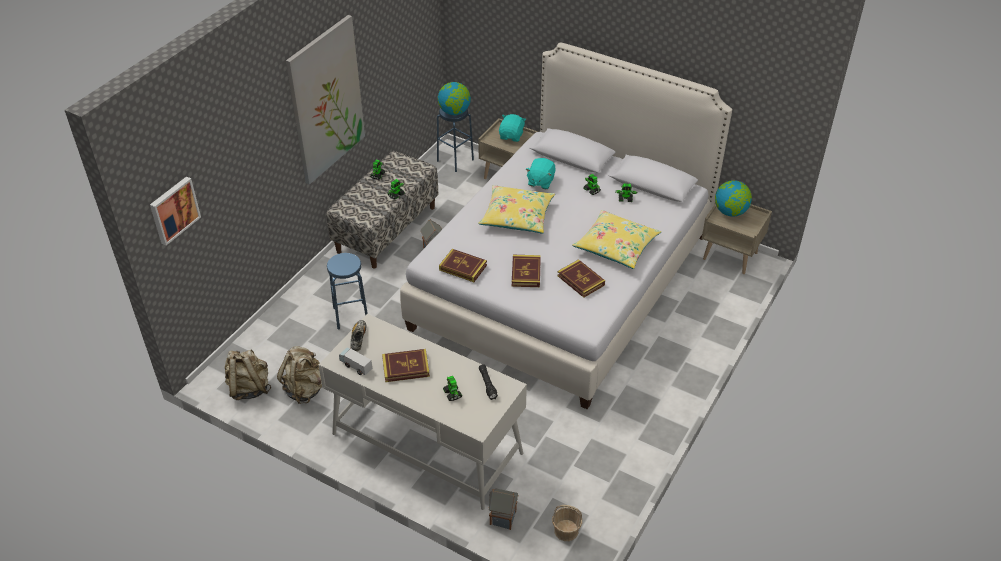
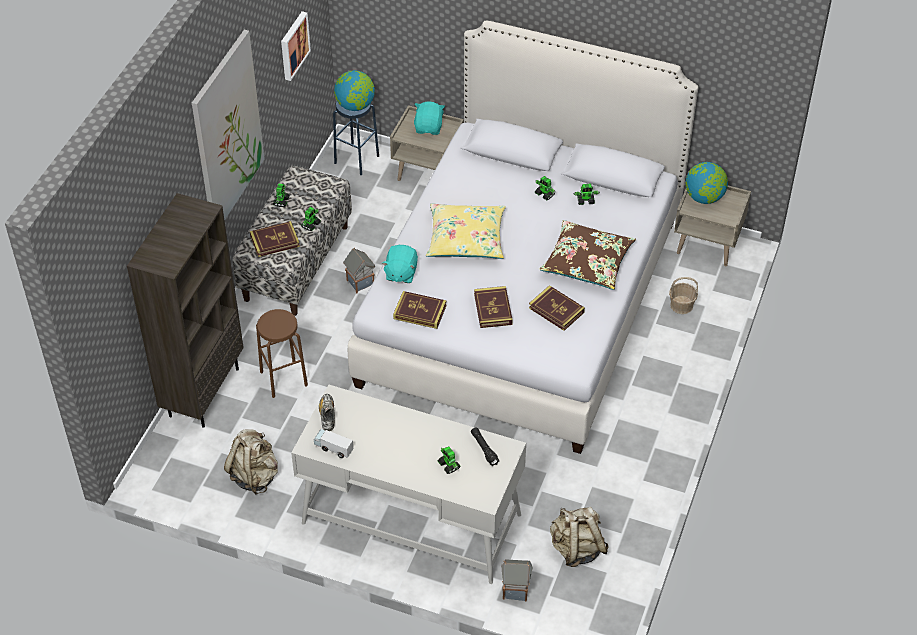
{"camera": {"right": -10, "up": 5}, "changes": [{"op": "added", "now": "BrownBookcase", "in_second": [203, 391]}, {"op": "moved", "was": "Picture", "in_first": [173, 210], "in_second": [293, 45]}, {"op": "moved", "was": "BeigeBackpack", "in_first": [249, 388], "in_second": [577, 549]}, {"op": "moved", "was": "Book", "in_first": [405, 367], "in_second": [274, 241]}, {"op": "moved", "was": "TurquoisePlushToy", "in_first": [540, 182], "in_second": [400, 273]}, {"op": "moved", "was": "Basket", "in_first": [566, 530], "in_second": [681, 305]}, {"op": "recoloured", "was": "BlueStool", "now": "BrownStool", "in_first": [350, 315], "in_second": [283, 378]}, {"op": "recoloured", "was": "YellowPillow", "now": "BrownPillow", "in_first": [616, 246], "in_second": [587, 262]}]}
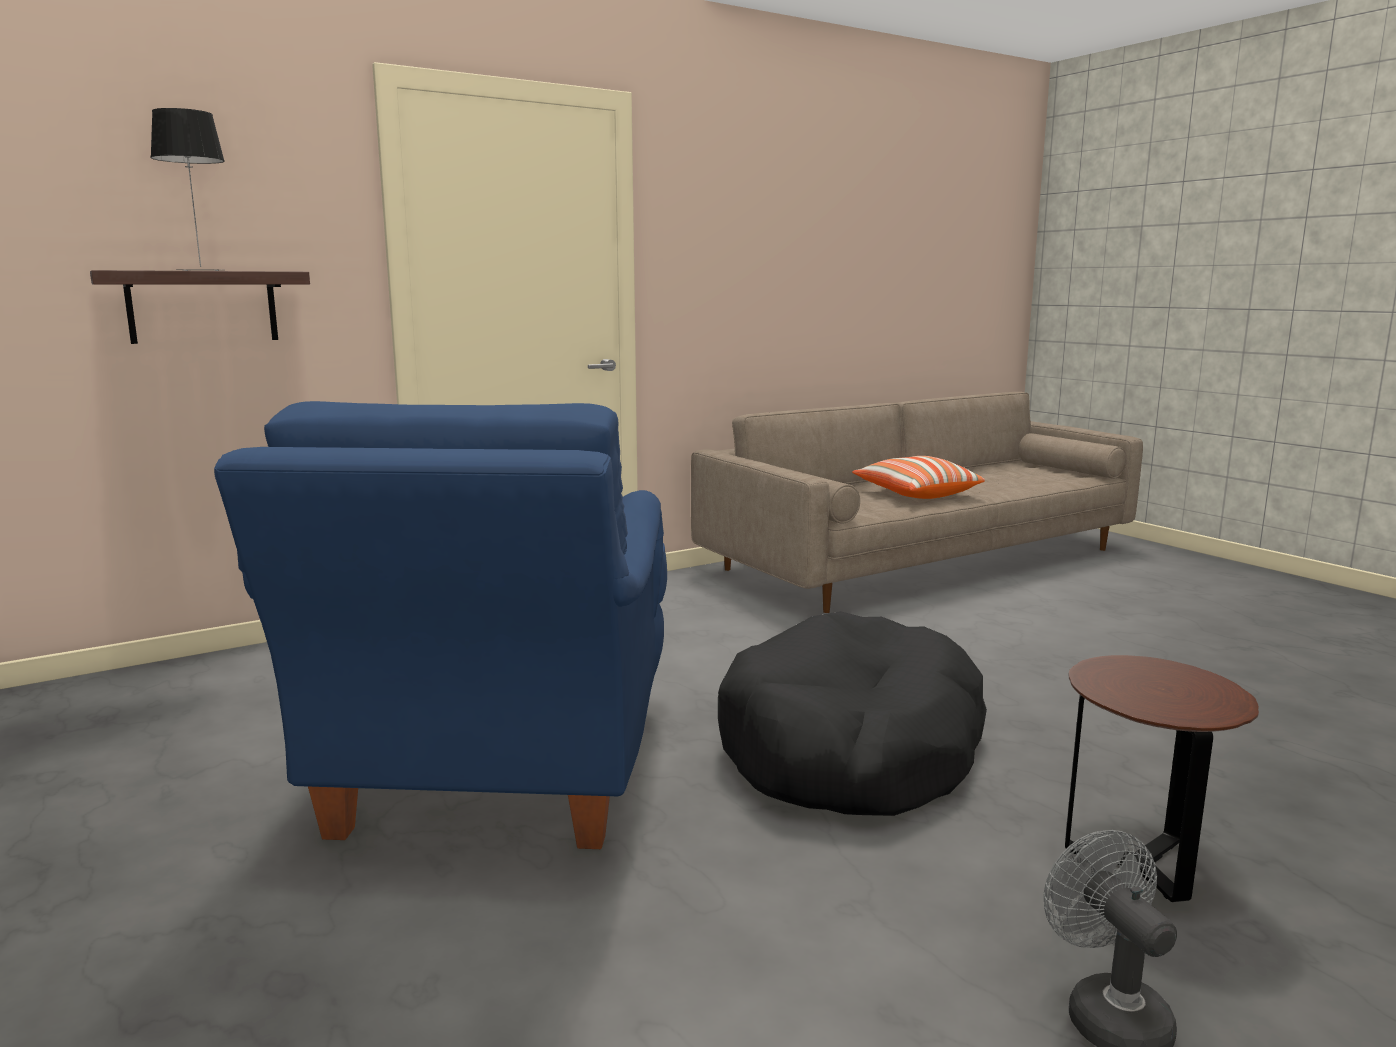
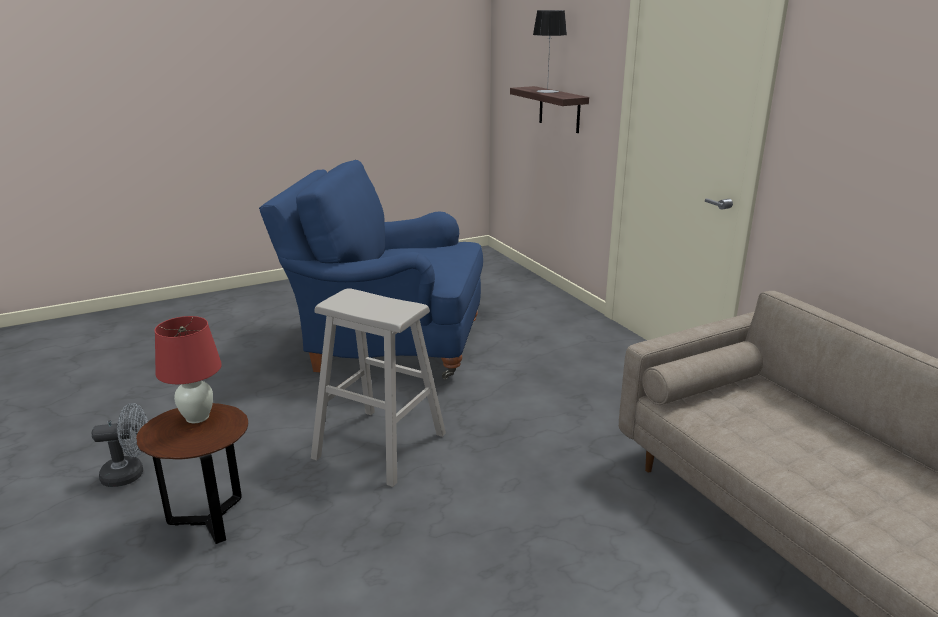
{"camera": {"right": 95, "up": 10}, "changes": [{"op": "removed", "was": "Pillow", "in_first": [916, 494]}, {"op": "added", "now": "RedTableLamp", "in_second": [197, 417]}, {"op": "replaced", "was": "BlackDogBed", "now": "BeigeStool", "in_first": [851, 749], "in_second": [380, 446]}]}
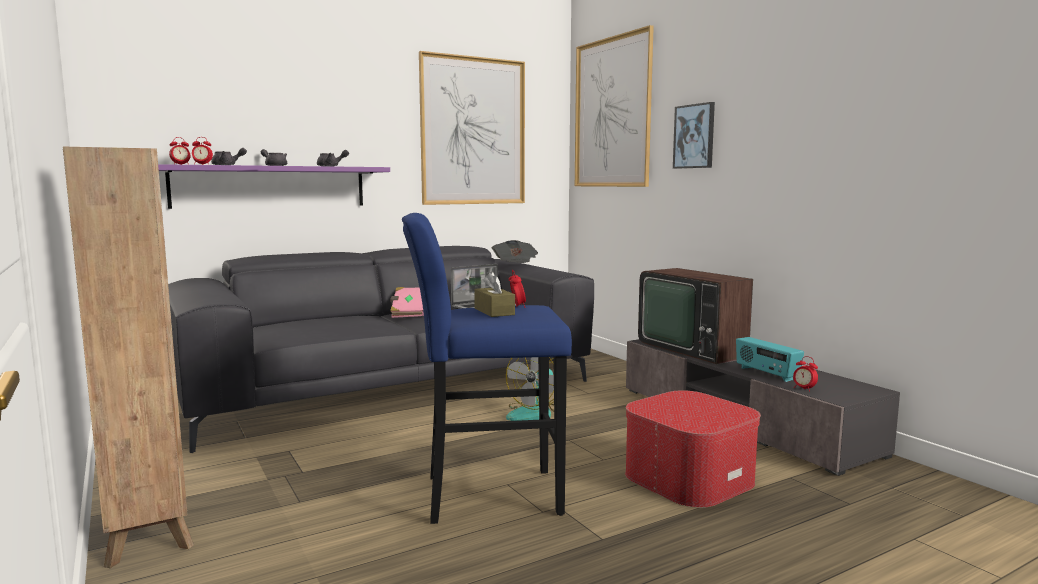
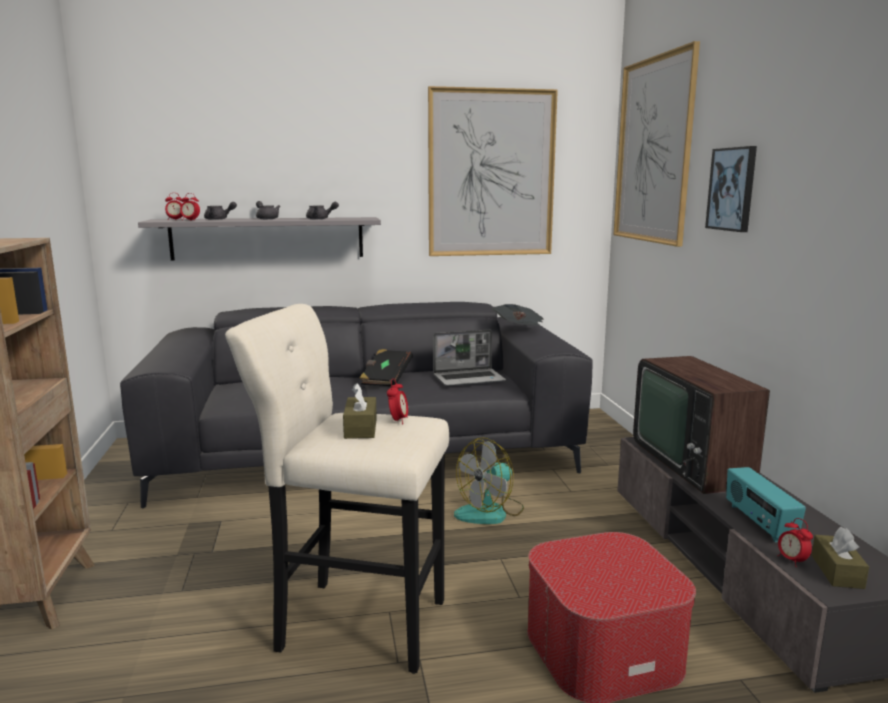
{"camera": {"right": 20, "up": 5}, "changes": [{"op": "added", "now": "BrownTissueBox", "in_second": [837, 571]}, {"op": "recoloured", "was": "PurpleShelf", "now": "GreyShelf", "in_first": [270, 186], "in_second": [268, 238]}, {"op": "recoloured", "was": "PinkBook", "now": "BlackBook", "in_first": [409, 313], "in_second": [386, 379]}, {"op": "recoloured", "was": "BlueStool", "now": "BeigeStool", "in_first": [484, 495], "in_second": [354, 623]}]}
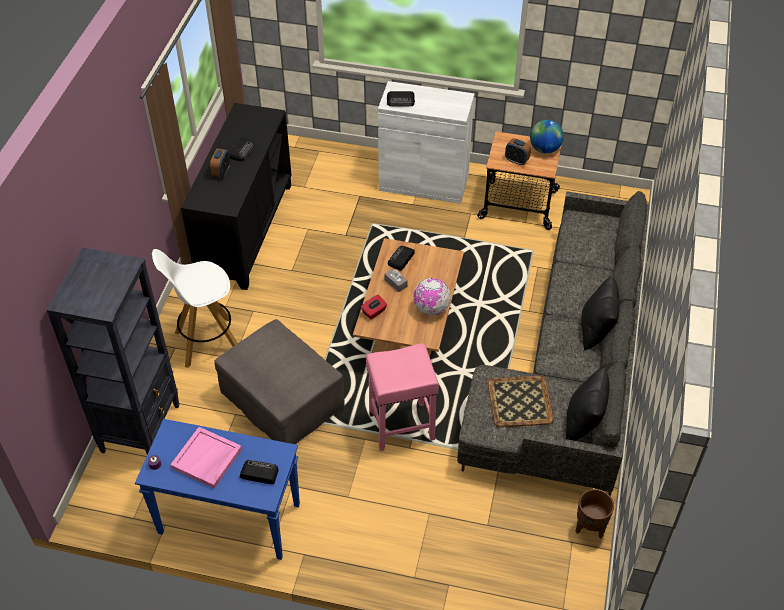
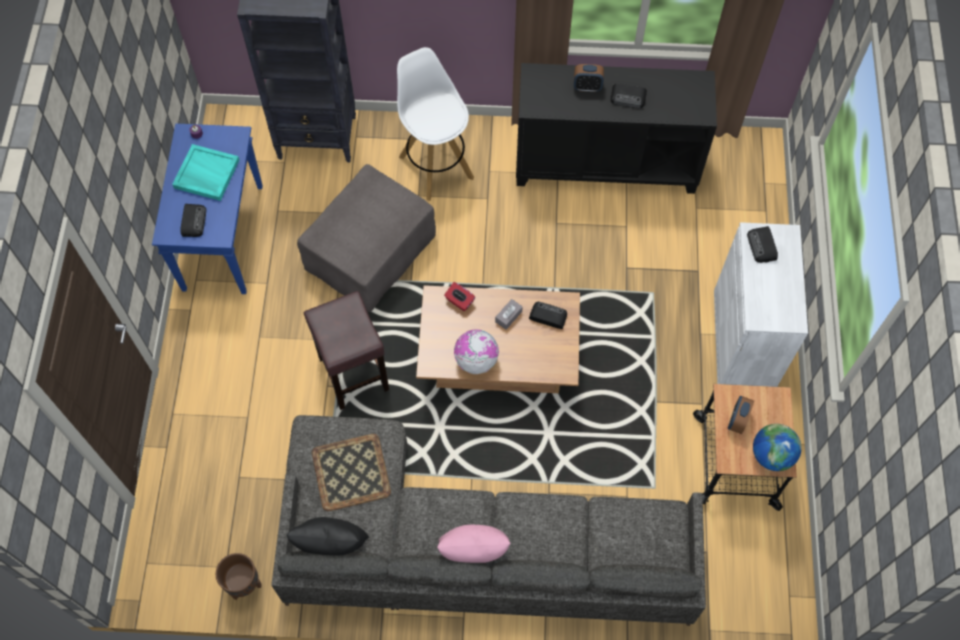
{"camera": {"right": 80, "up": 15}, "changes": [{"op": "recoloured", "was": "PinkTray", "now": "TurquoiseTray", "in_first": [207, 459], "in_second": [206, 174]}, {"op": "recoloured", "was": "PinkStool", "now": "BrownStool", "in_first": [400, 427], "in_second": [353, 372]}, {"op": "recoloured", "was": "BlackPillow", "now": "PinkPillow", "in_first": [596, 330], "in_second": [474, 552]}]}
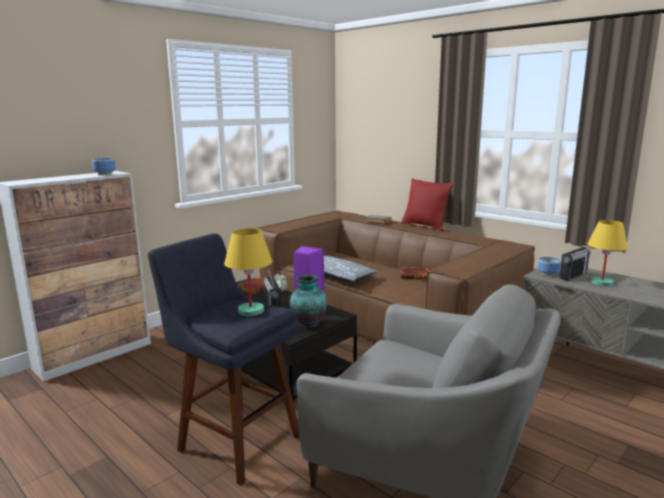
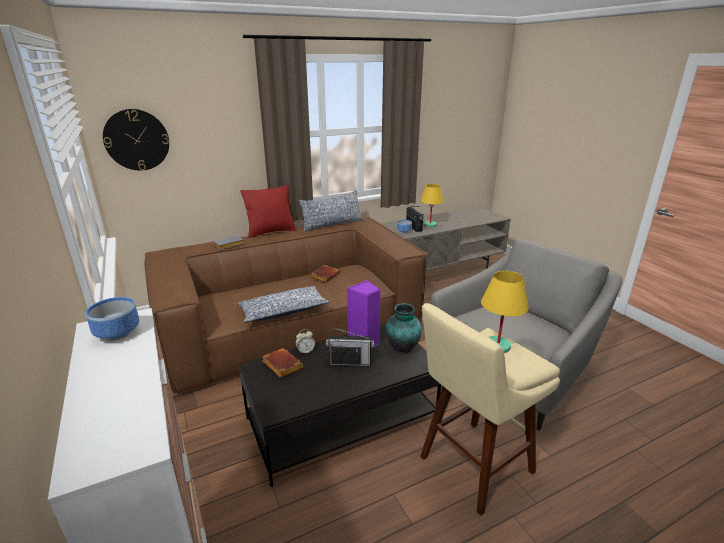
{"camera": {"right": -70, "up": 10}, "changes": [{"op": "added", "now": "WallClock", "in_second": [137, 140]}, {"op": "added", "now": "Pillow", "in_second": [332, 224]}, {"op": "recoloured", "was": "BlueStool", "now": "BeigeStool", "in_first": [234, 440], "in_second": [471, 468]}]}
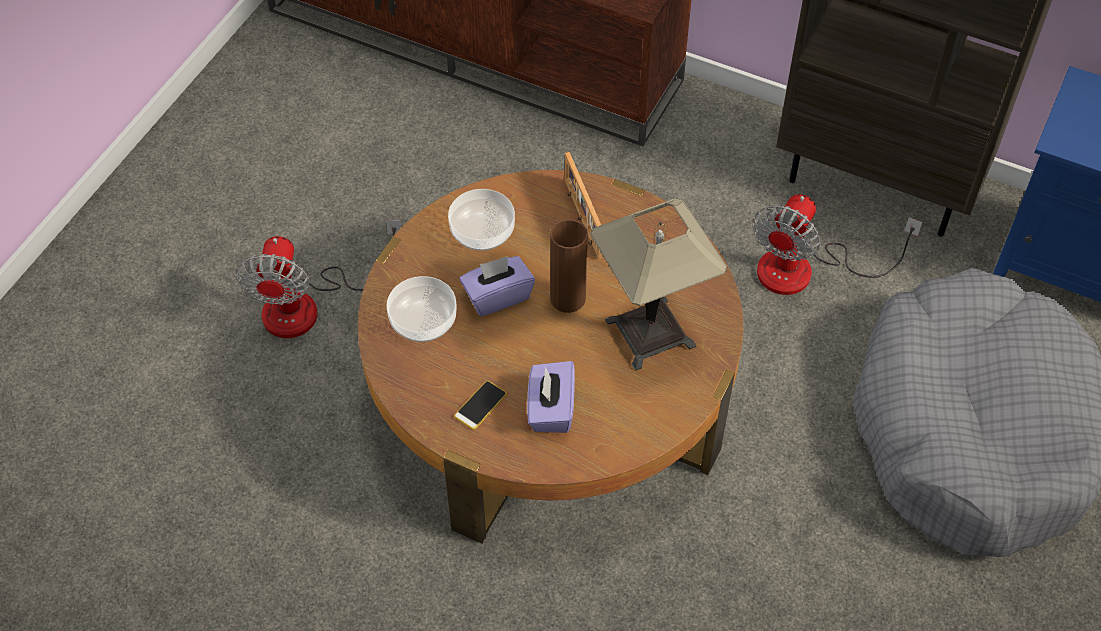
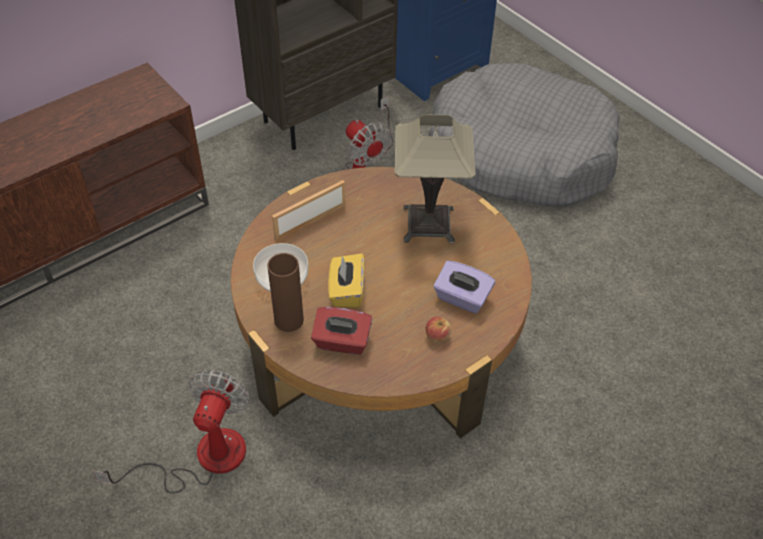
{"camera": {"right": -65, "up": -5}, "changes": [{"op": "moved", "was": "BrownVase", "in_first": [567, 298], "in_second": [289, 320]}, {"op": "replaced", "was": "Bowl", "now": "RedTissueBox", "in_first": [424, 321], "in_second": [342, 342]}, {"op": "replaced", "was": "Phone", "now": "Apple", "in_first": [480, 405], "in_second": [437, 336]}, {"op": "recoloured", "was": "PurpleTissueBox", "now": "YellowTissueBox", "in_first": [497, 296], "in_second": [346, 291]}, {"op": "turned", "was": "Fan", "in_first": [309, 305], "in_second": [203, 458], "clockwise": -105}, {"op": "turned", "was": "PictureFrame", "in_first": [581, 219], "in_second": [309, 221], "clockwise": 135}]}
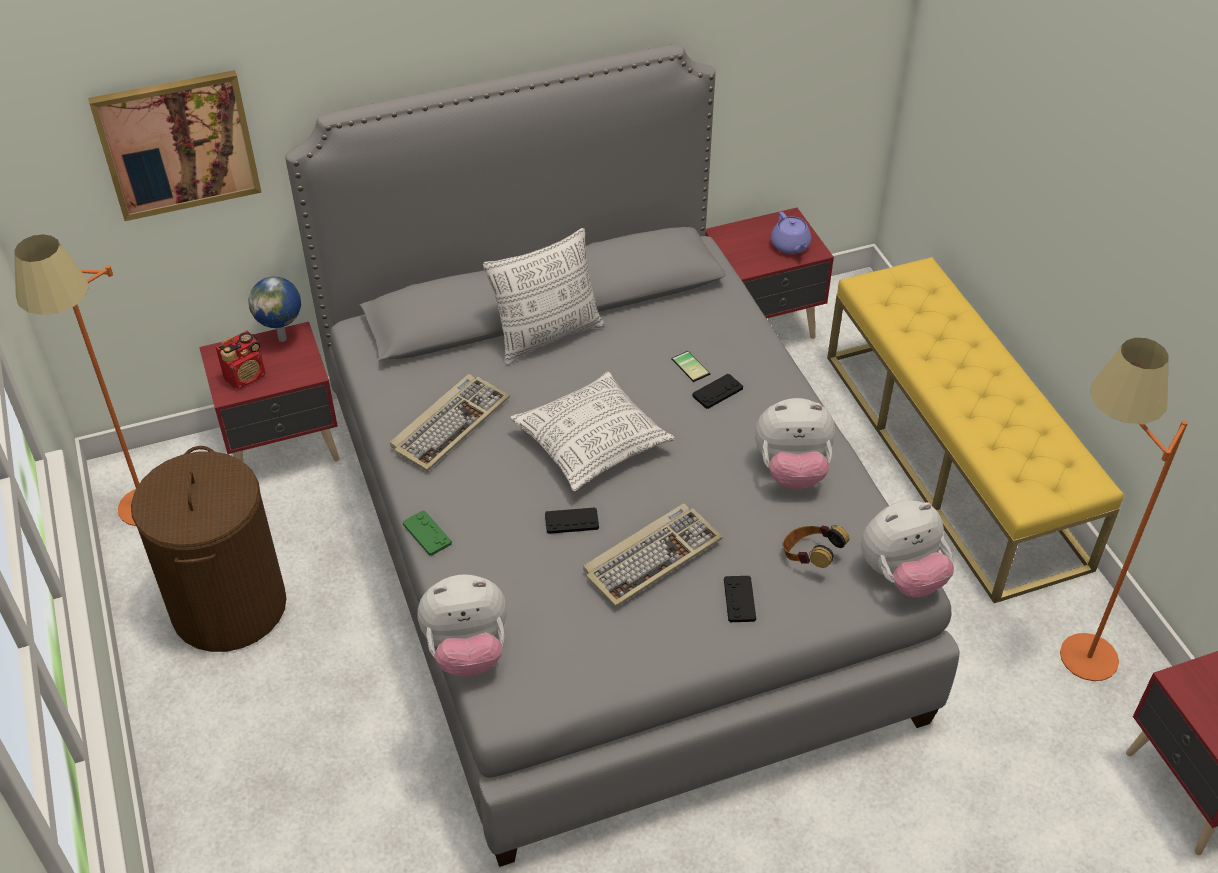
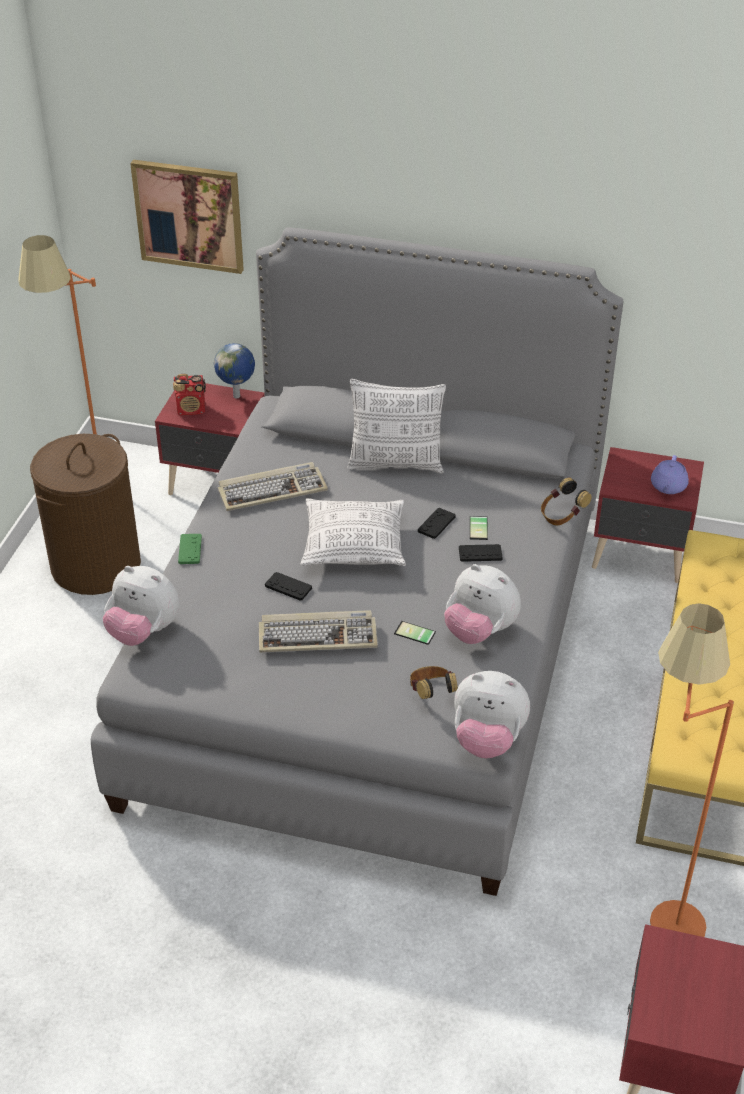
{"camera": {"right": 35, "up": -5}, "changes": [{"op": "added", "now": "Phone", "in_second": [414, 634]}, {"op": "added", "now": "Headphones", "in_second": [562, 516]}, {"op": "moved", "was": "BlackGameController", "in_first": [739, 599], "in_second": [436, 524]}]}
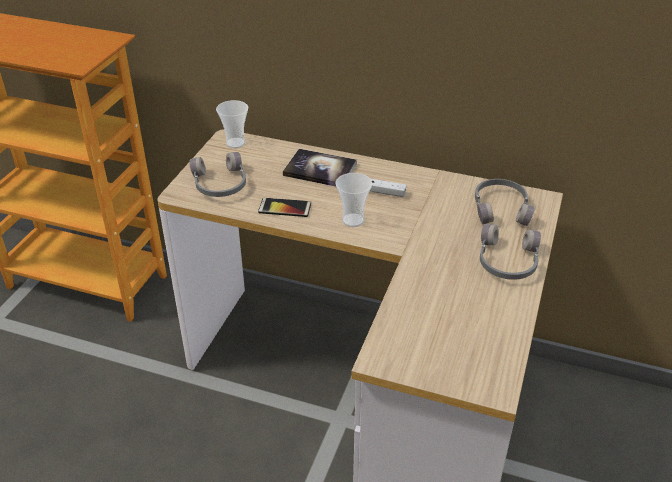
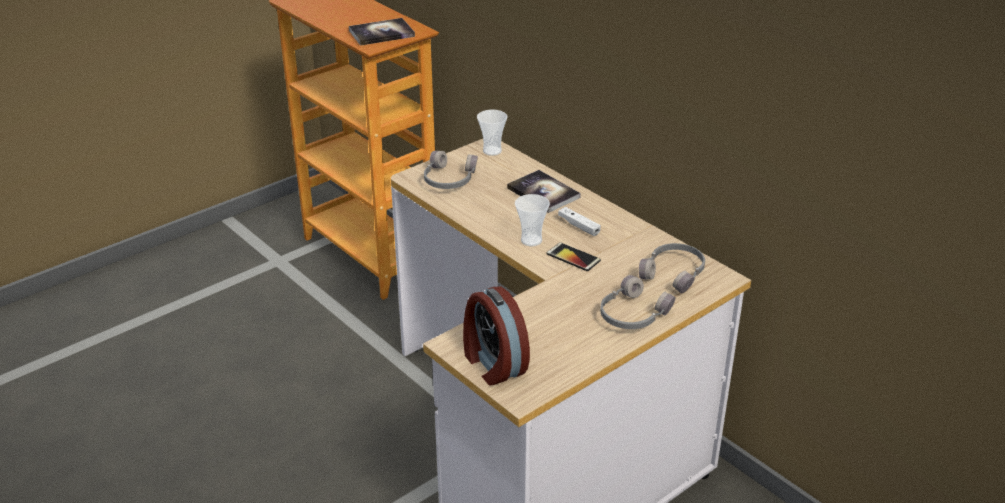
{"camera": {"right": 30, "up": -5}, "changes": [{"op": "added", "now": "Book", "in_second": [381, 33]}, {"op": "added", "now": "AlarmClock", "in_second": [493, 364]}, {"op": "moved", "was": "Phone", "in_first": [285, 208], "in_second": [573, 257]}]}
